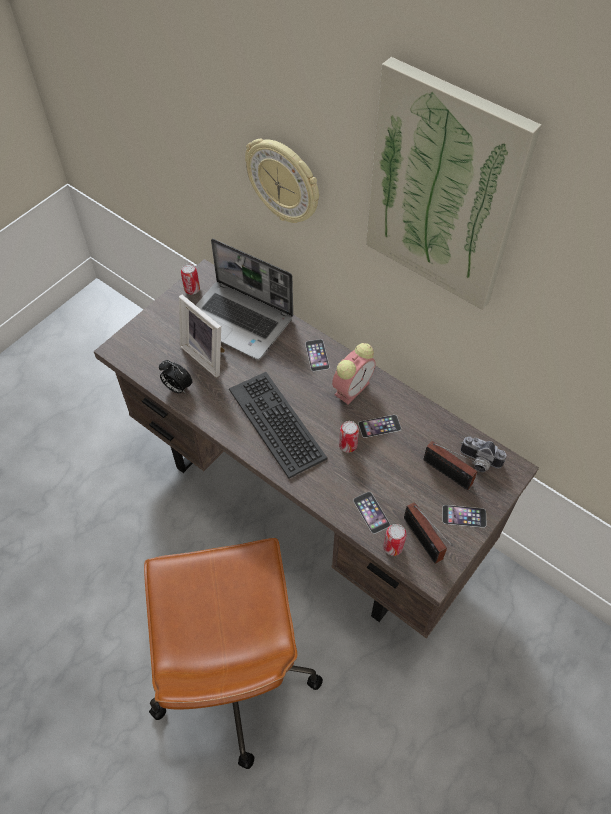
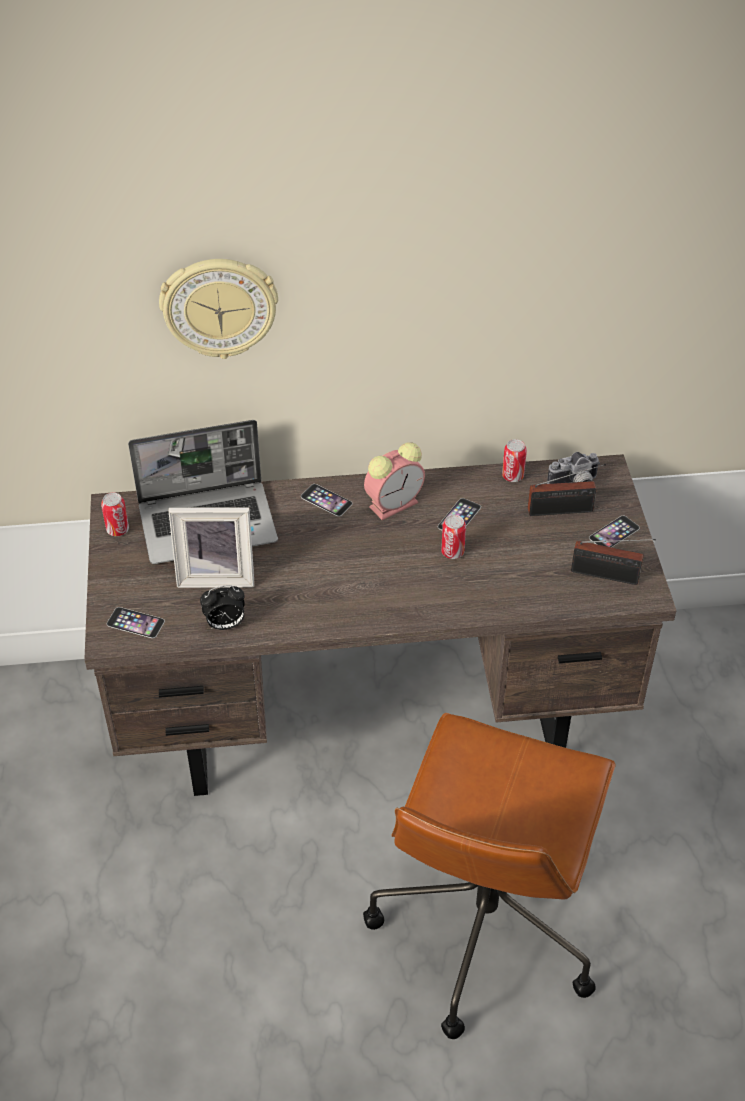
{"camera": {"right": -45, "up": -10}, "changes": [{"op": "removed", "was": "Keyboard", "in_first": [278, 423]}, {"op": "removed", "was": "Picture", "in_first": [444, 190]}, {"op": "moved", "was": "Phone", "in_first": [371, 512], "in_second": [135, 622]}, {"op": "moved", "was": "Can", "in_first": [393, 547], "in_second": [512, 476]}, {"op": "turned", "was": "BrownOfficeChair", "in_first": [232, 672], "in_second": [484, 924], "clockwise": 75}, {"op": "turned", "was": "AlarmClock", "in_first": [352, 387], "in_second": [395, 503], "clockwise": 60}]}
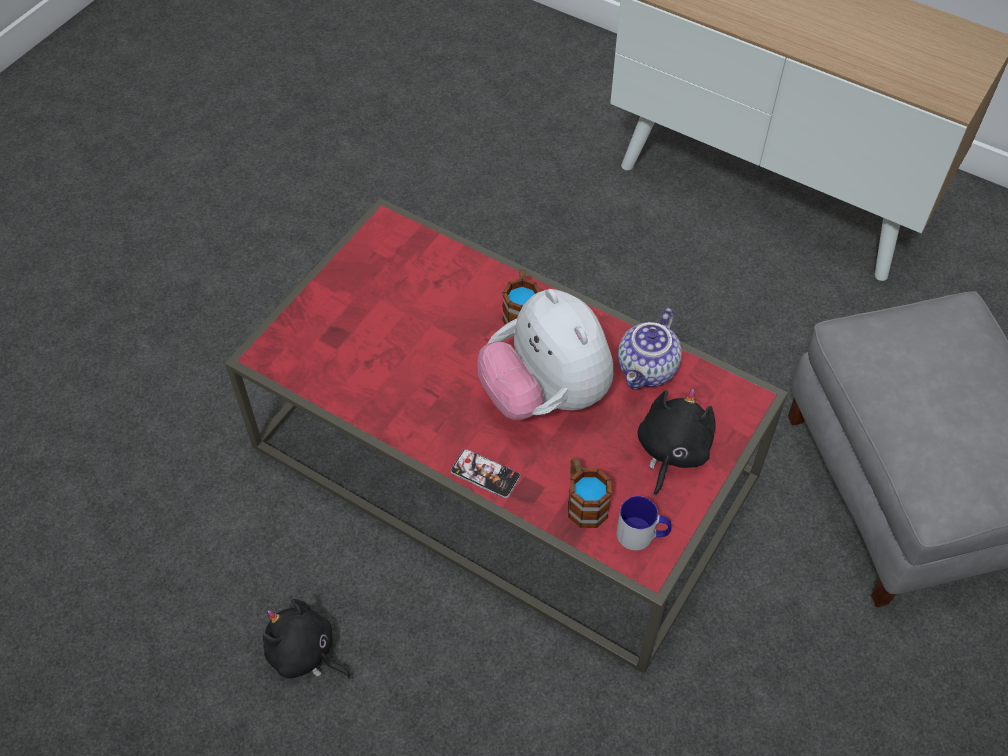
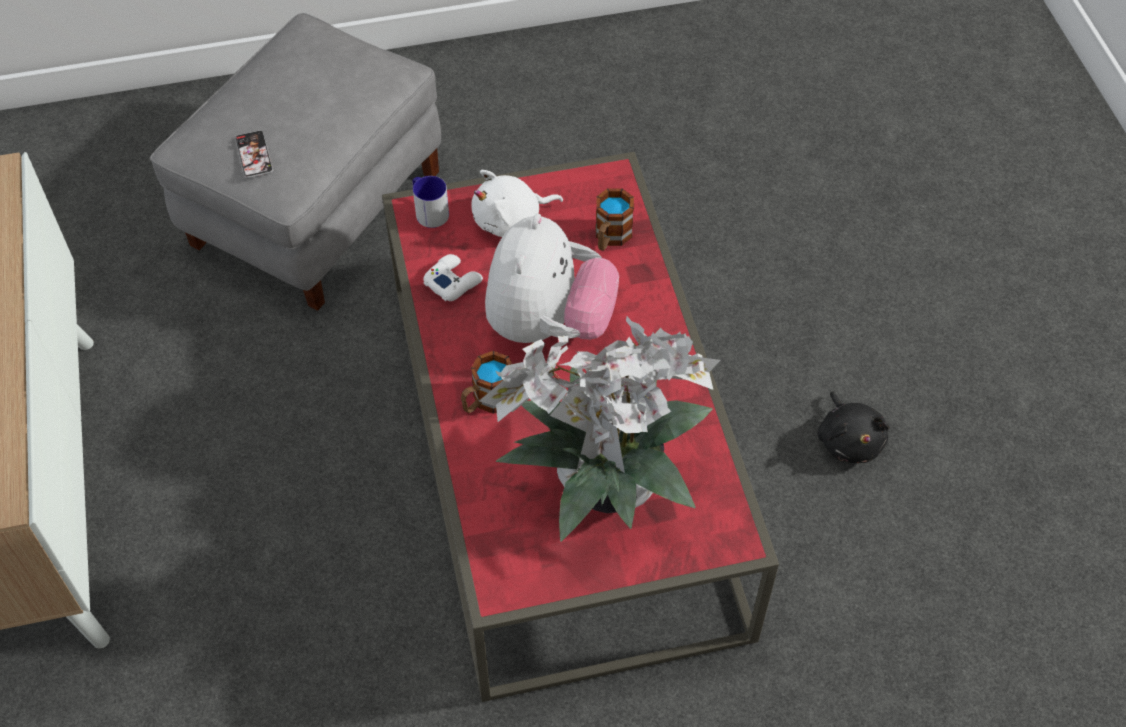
{"camera": {"right": -135, "up": 0}, "changes": [{"op": "added", "now": "PottedPlant", "in_second": [601, 488]}, {"op": "moved", "was": "Phone", "in_first": [485, 474], "in_second": [254, 155]}, {"op": "moved", "was": "Mug", "in_first": [642, 535], "in_second": [428, 211]}, {"op": "replaced", "was": "Teapot", "now": "WhiteGameController", "in_first": [648, 370], "in_second": [453, 281]}, {"op": "recoloured", "was": "BlackPlushToy", "now": "WhitePlushToy", "in_first": [671, 451], "in_second": [511, 221]}]}
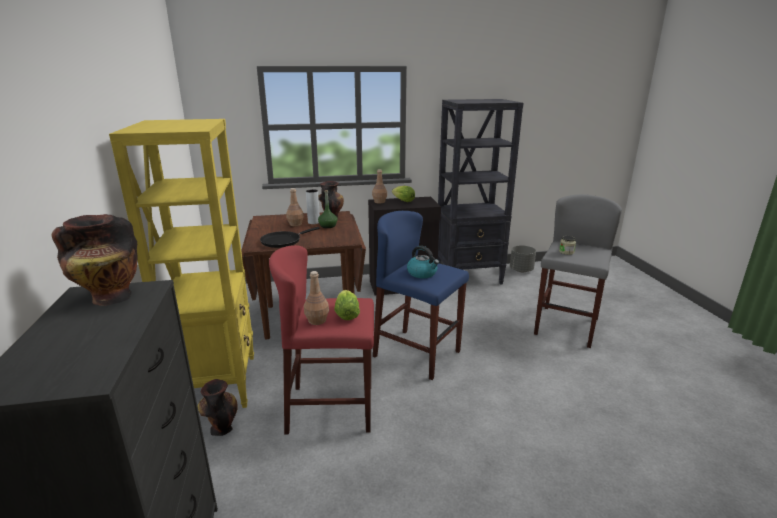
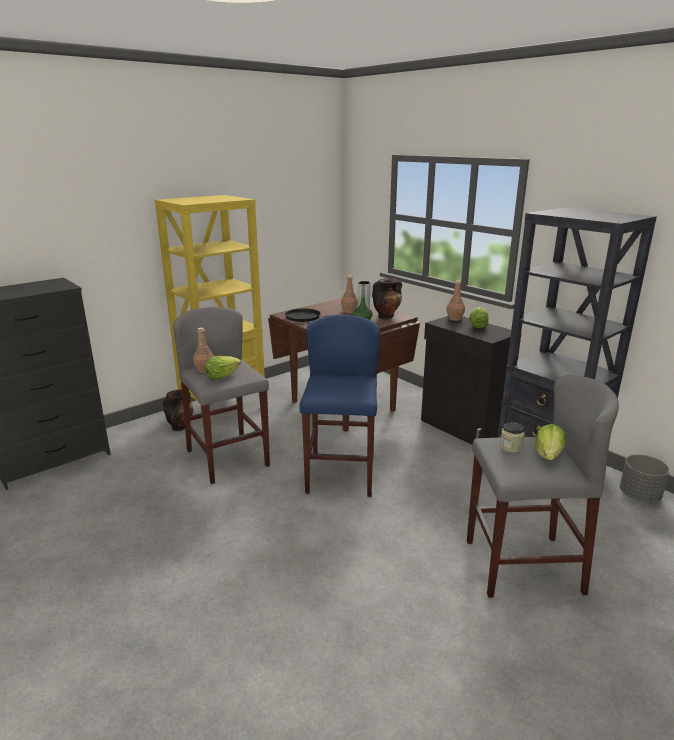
{"camera": {"right": 60, "up": 0}, "changes": [{"op": "removed", "was": "Vase", "in_first": [109, 297]}, {"op": "removed", "was": "Kettle", "in_first": [422, 273]}, {"op": "added", "now": "Lettuce", "in_second": [548, 455]}, {"op": "recoloured", "was": "RedStool", "now": "GreyStool", "in_first": [331, 408], "in_second": [228, 458]}]}
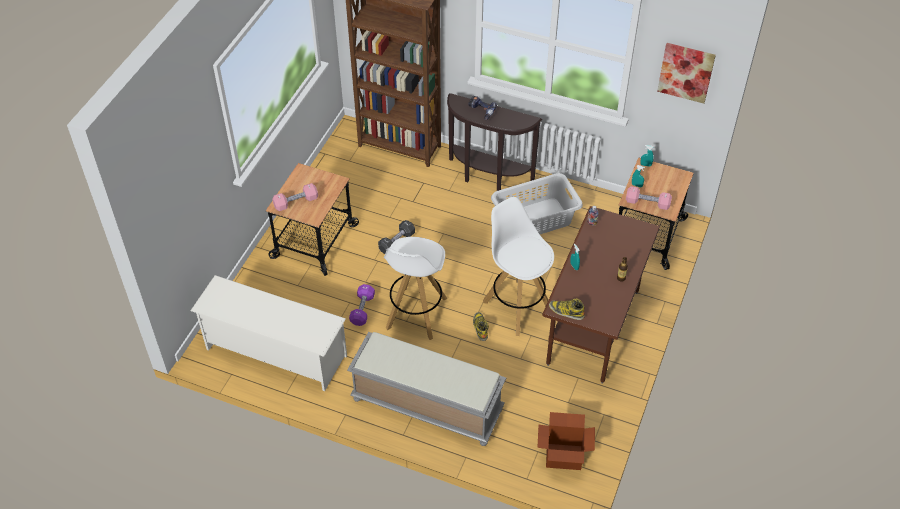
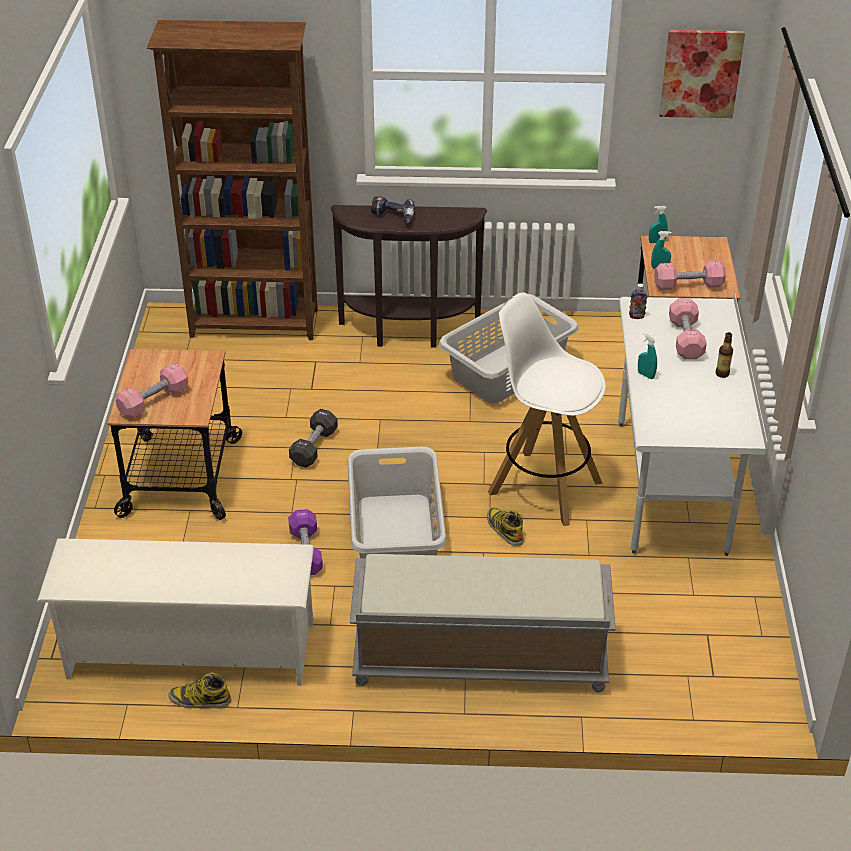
{"camera": {"right": -20, "up": -10}, "changes": [{"op": "removed", "was": "CardboardBox", "in_first": [563, 456]}, {"op": "added", "now": "PinkDumbbell", "in_second": [685, 339]}, {"op": "moved", "was": "Boot", "in_first": [566, 311], "in_second": [199, 700]}, {"op": "replaced", "was": "WhiteStool", "now": "GreyLaundryBasket", "in_first": [416, 313], "in_second": [395, 536]}, {"op": "recoloured", "was": "BrownDesk", "now": "WhiteDesk", "in_first": [593, 328], "in_second": [672, 486]}]}
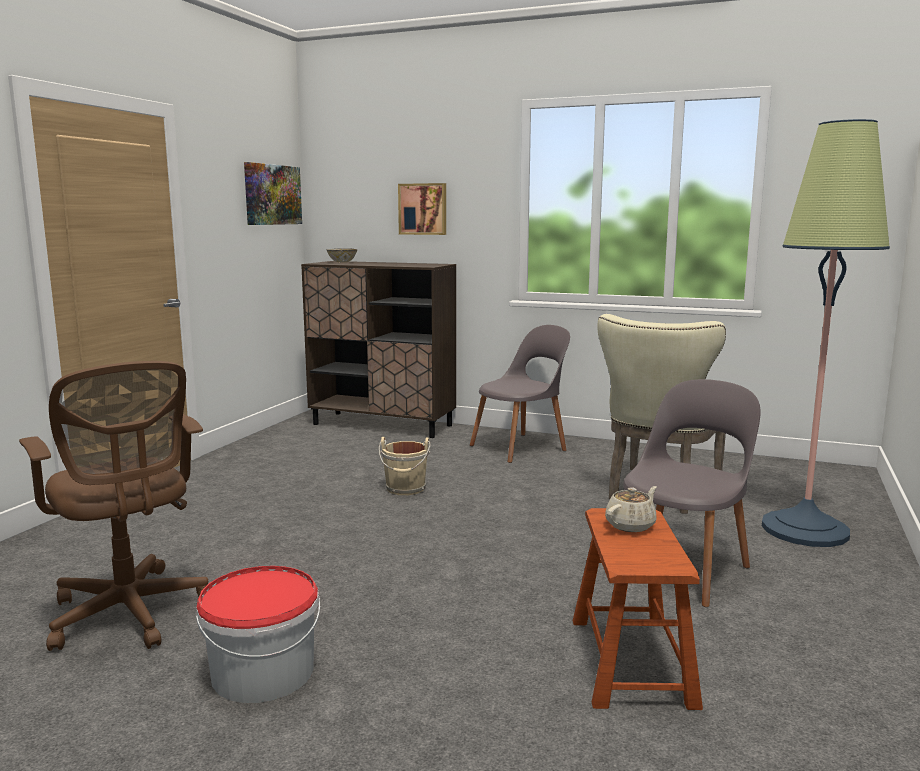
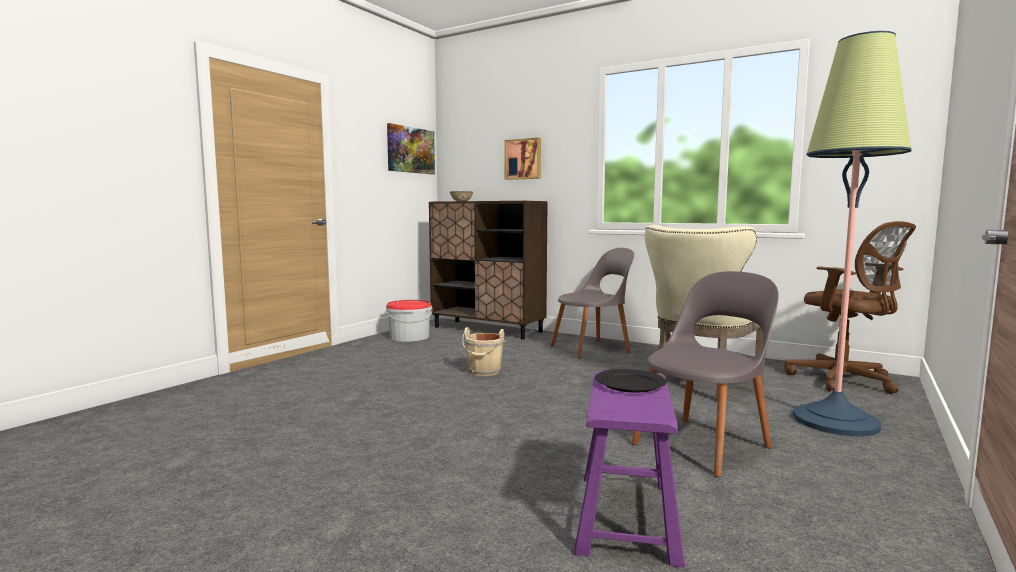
{"camera": {"right": 10, "up": -5}, "changes": [{"op": "moved", "was": "BrownOfficeChair", "in_first": [130, 615], "in_second": [844, 381]}, {"op": "moved", "was": "Bucket", "in_first": [262, 672], "in_second": [409, 337]}, {"op": "replaced", "was": "BeigeTeapot", "now": "BlackPlate", "in_first": [631, 525], "in_second": [630, 384]}, {"op": "recoloured", "was": "BrownStool", "now": "PurpleStool", "in_first": [631, 661], "in_second": [627, 516]}]}
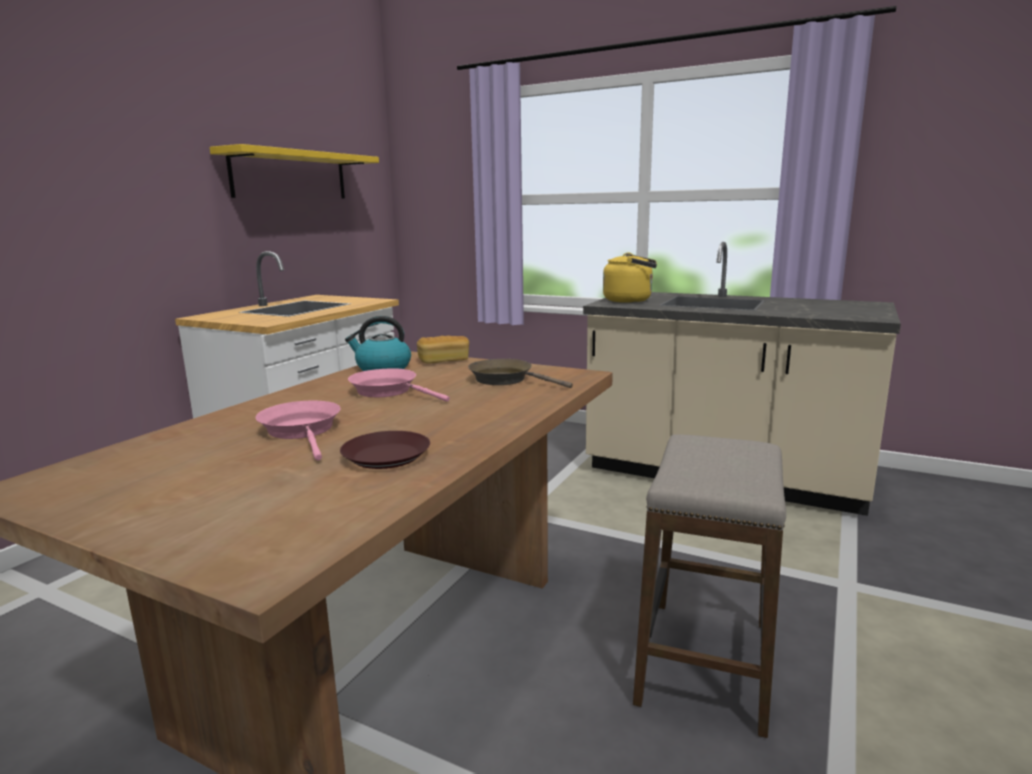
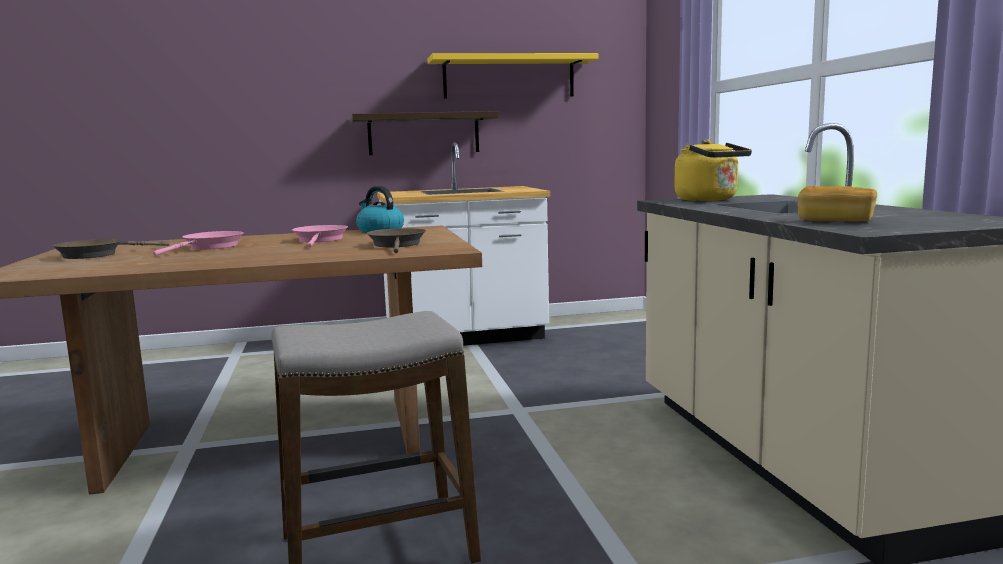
{"camera": {"right": 50, "up": -5}, "changes": [{"op": "removed", "was": "BrownPlate", "in_first": [386, 457]}, {"op": "added", "now": "BrownFryingPan", "in_second": [96, 255]}, {"op": "added", "now": "Shelf", "in_second": [424, 133]}, {"op": "moved", "was": "Bread", "in_first": [444, 361], "in_second": [835, 221]}]}
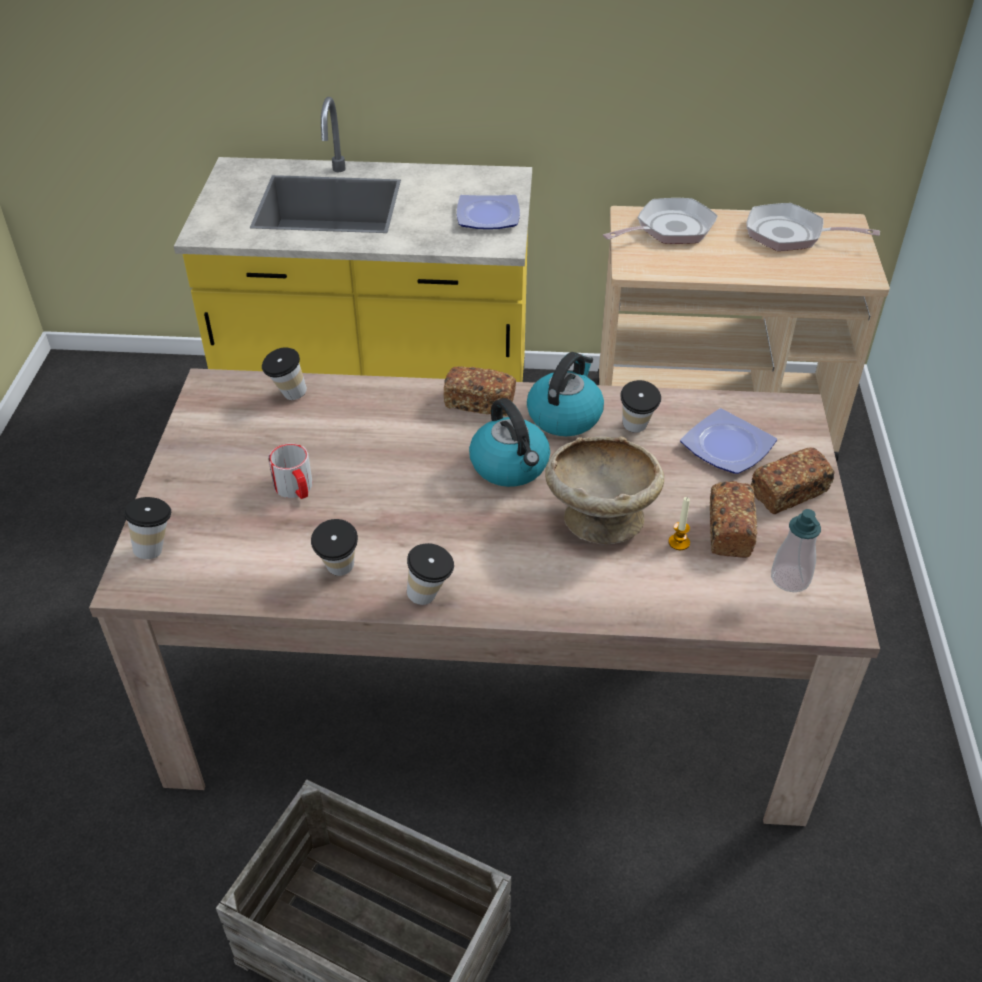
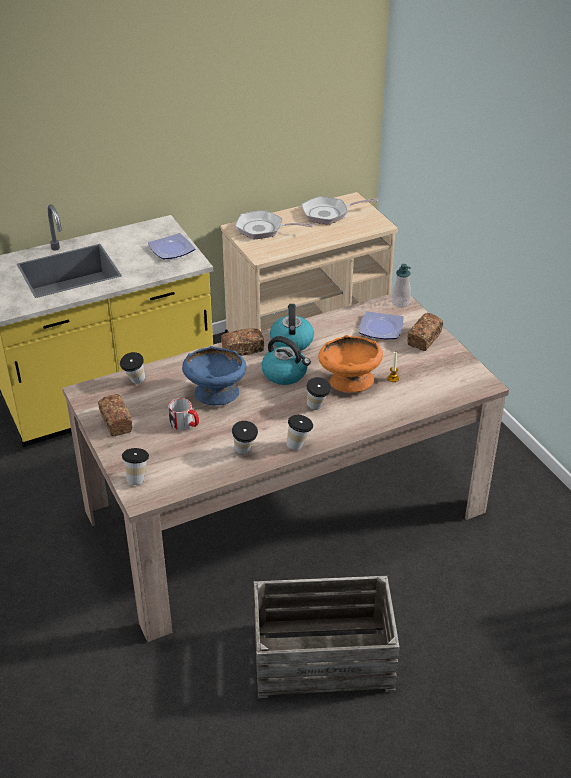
{"camera": {"right": -30, "up": -5}, "changes": [{"op": "added", "now": "BlueBowl", "in_second": [215, 393]}, {"op": "moved", "was": "Cup", "in_first": [636, 430], "in_second": [317, 408]}, {"op": "moved", "was": "Bread", "in_first": [729, 530], "in_second": [115, 422]}, {"op": "moved", "was": "SoapDispenser", "in_first": [790, 579], "in_second": [400, 302]}, {"op": "recoloured", "was": "BeigeBowl", "now": "OrangeBowl", "in_first": [599, 519], "in_second": [348, 382]}, {"op": "turned", "was": "FryingPan", "in_first": [669, 229], "in_second": [263, 229], "clockwise": -105}]}
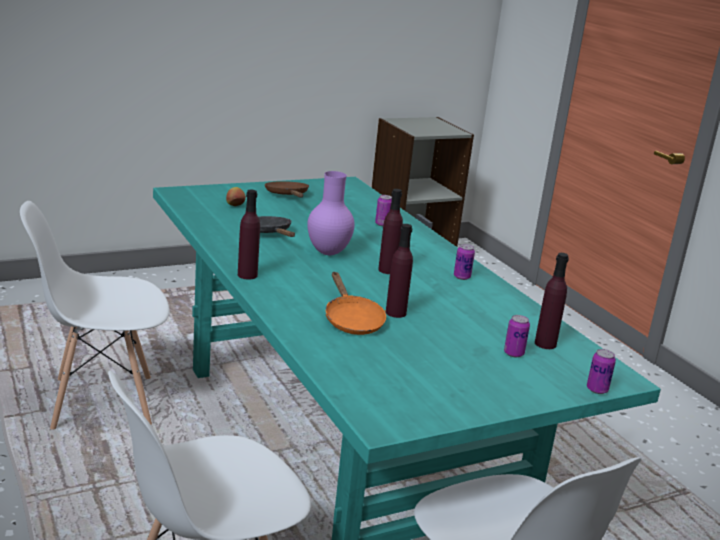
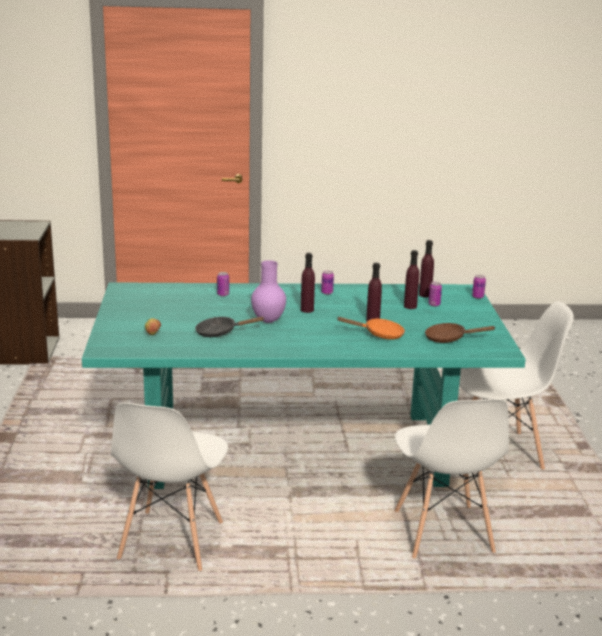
{"camera": {"right": -65, "up": 0}, "changes": [{"op": "moved", "was": "PurpleBottle", "in_first": [247, 275], "in_second": [410, 306]}, {"op": "moved", "was": "BrownFryingPan", "in_first": [288, 195], "in_second": [449, 338]}]}
